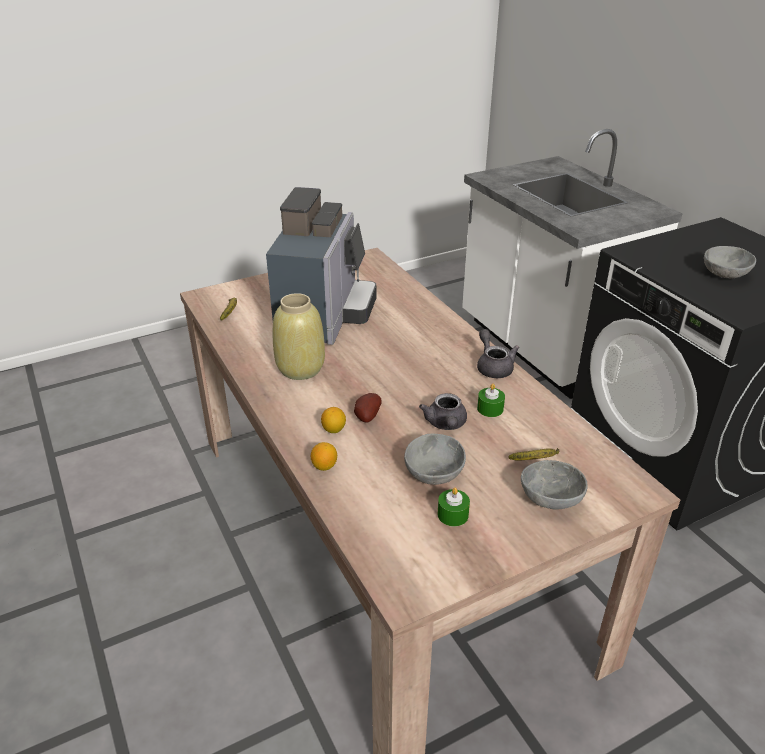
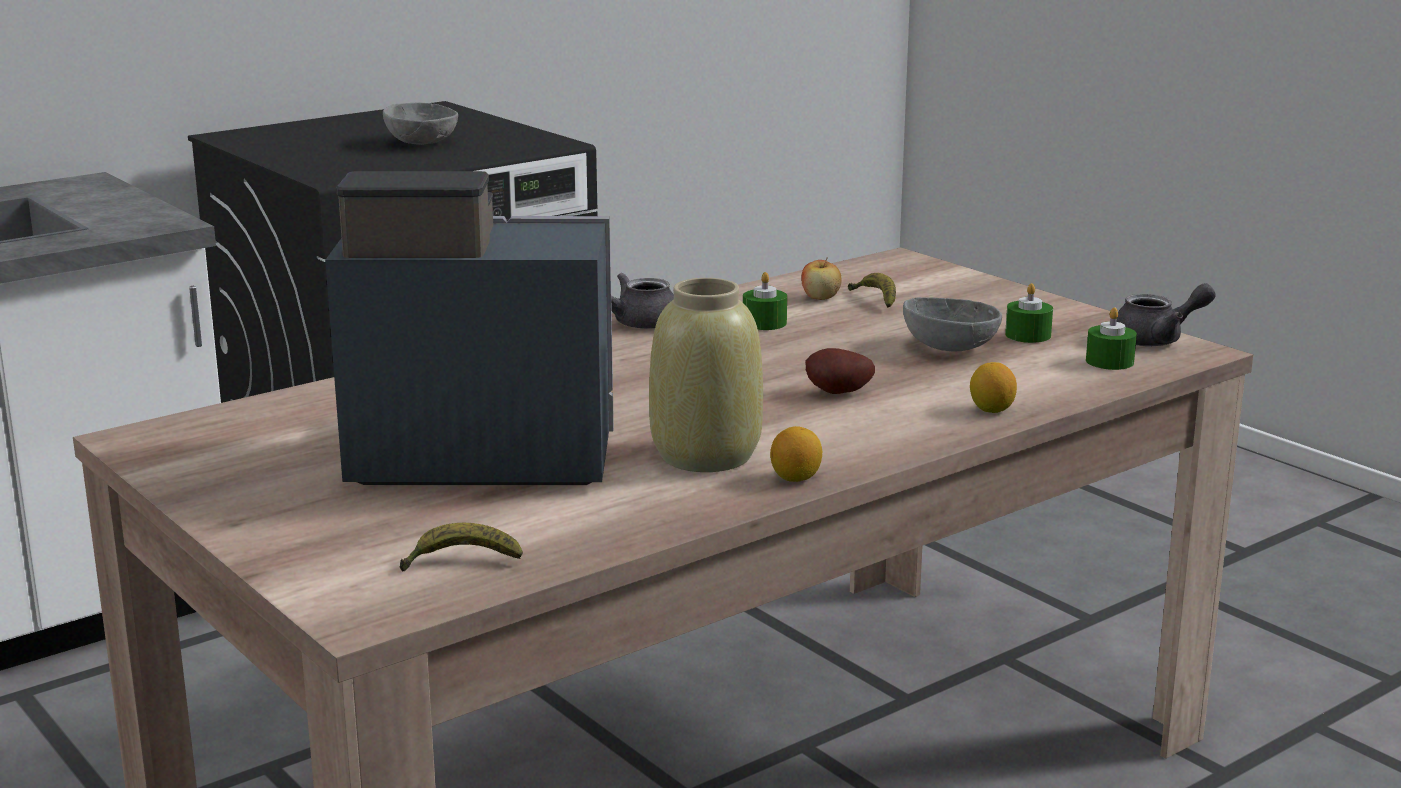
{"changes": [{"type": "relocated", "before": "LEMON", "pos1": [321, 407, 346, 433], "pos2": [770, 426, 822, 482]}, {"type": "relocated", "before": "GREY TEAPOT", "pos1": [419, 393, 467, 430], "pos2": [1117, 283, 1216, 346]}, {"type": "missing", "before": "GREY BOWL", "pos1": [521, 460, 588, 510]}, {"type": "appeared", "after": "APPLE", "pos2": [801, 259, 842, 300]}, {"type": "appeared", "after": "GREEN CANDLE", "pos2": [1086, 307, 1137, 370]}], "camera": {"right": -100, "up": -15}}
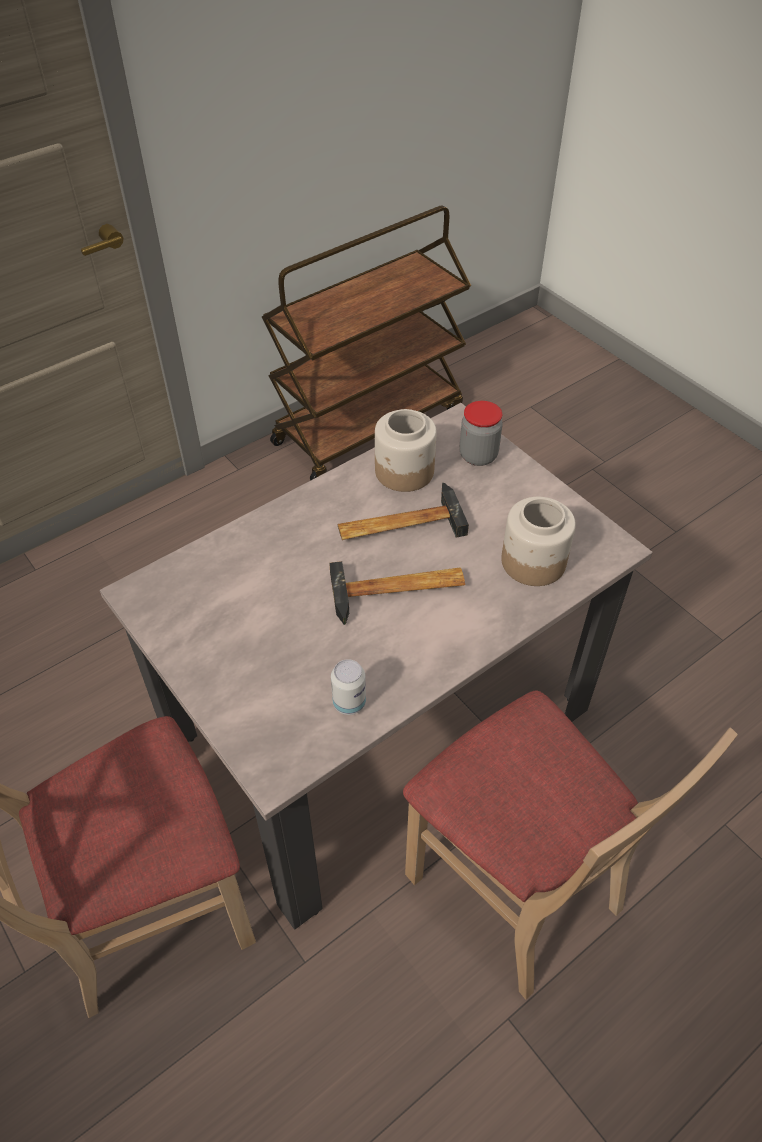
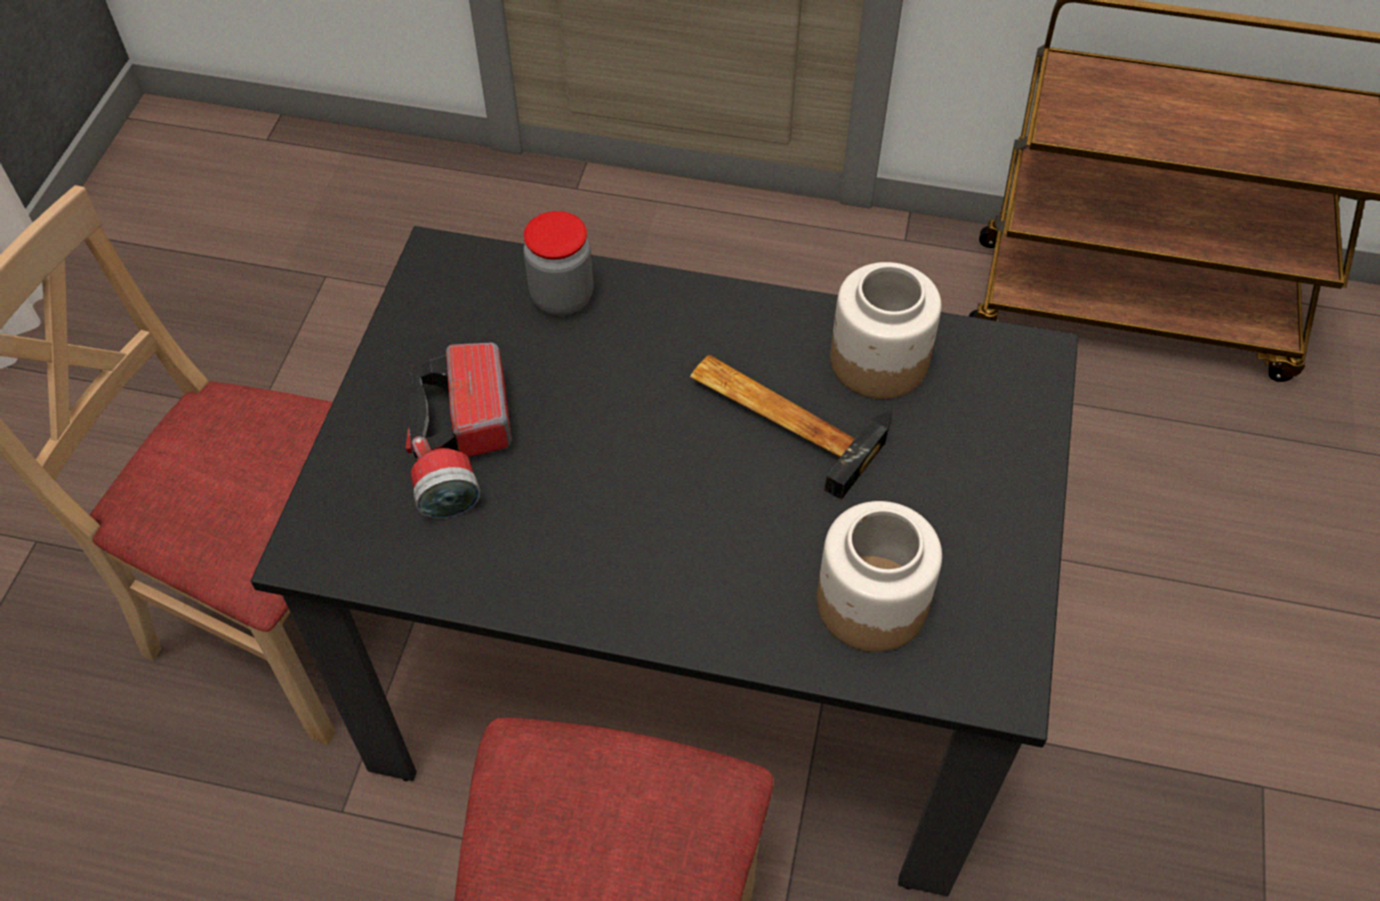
{"changes": [{"type": "colour", "before": "BEIGE DINING TABLE", "after": "BLACK DINING TABLE", "pos1": [100, 403, 653, 930], "pos2": [251, 226, 1078, 896]}, {"type": "missing", "before": "HAMMER", "pos1": [329, 561, 465, 625]}, {"type": "missing", "before": "CAN", "pos1": [331, 659, 366, 715]}, {"type": "relocated", "before": "JAR", "pos1": [460, 401, 503, 466], "pos2": [523, 211, 593, 316]}, {"type": "appeared", "after": "FLASHLIGHT", "pos2": [405, 343, 512, 518]}], "camera": {"right": 50, "up": 5}}
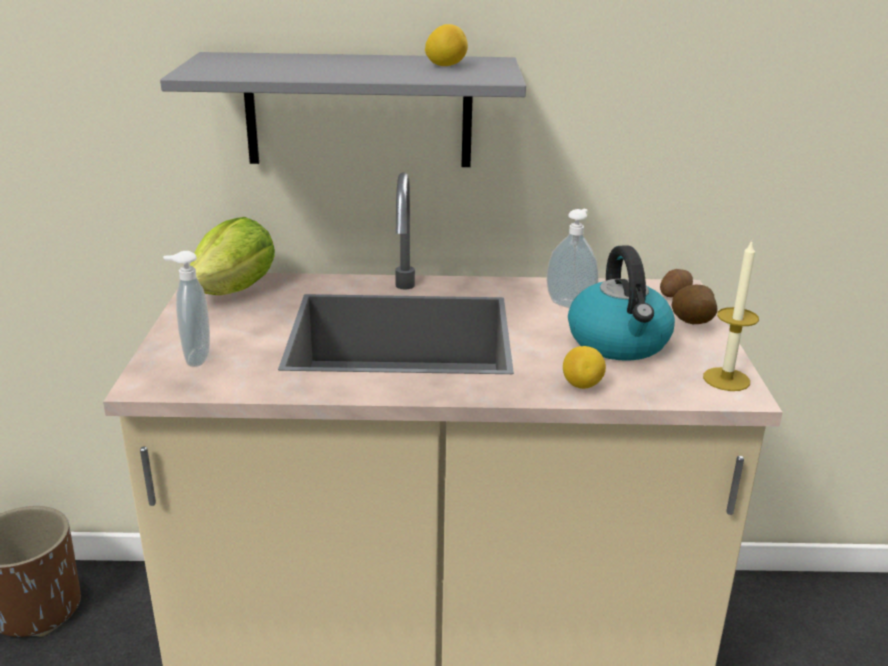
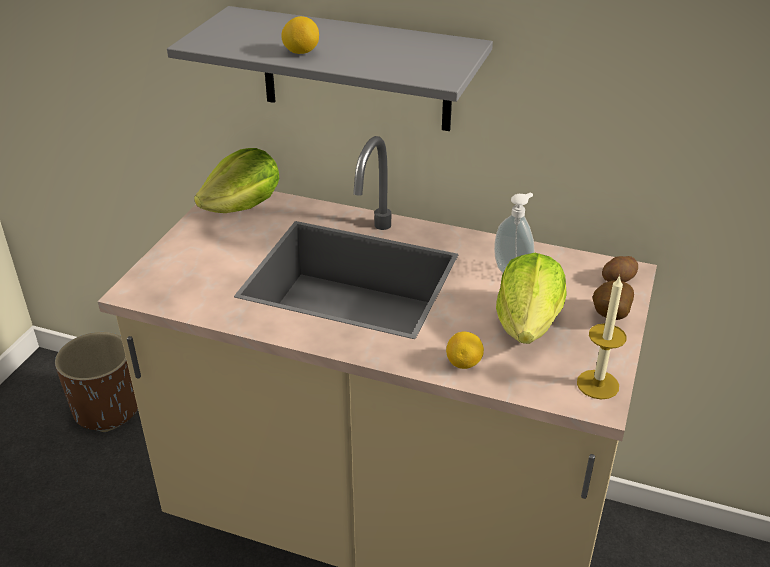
{"changes": [{"type": "missing", "before": "SOAP DISPENSER", "pos1": [163, 251, 210, 367]}, {"type": "relocated", "before": "LEMON", "pos1": [425, 24, 468, 66], "pos2": [281, 16, 319, 54]}, {"type": "exchanged", "before": "KETTLE", "after": "LETTUCE", "pos1": [568, 245, 675, 361], "pos2": [496, 253, 567, 344]}], "camera": {"right": 20, "up": 10}}
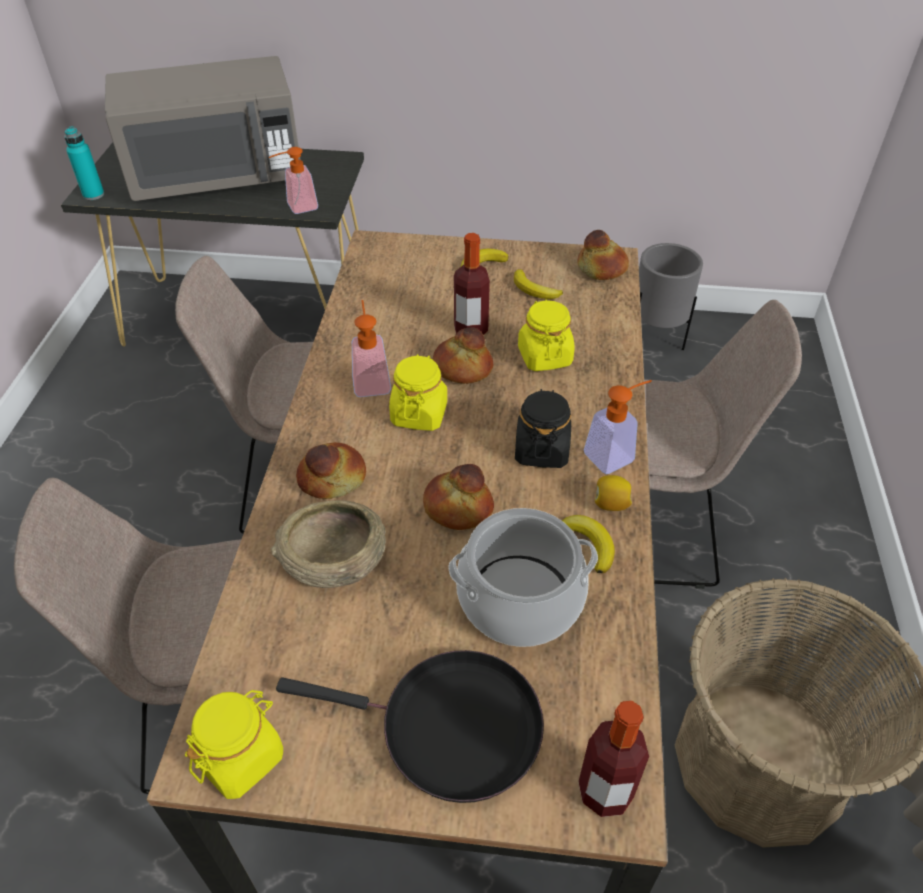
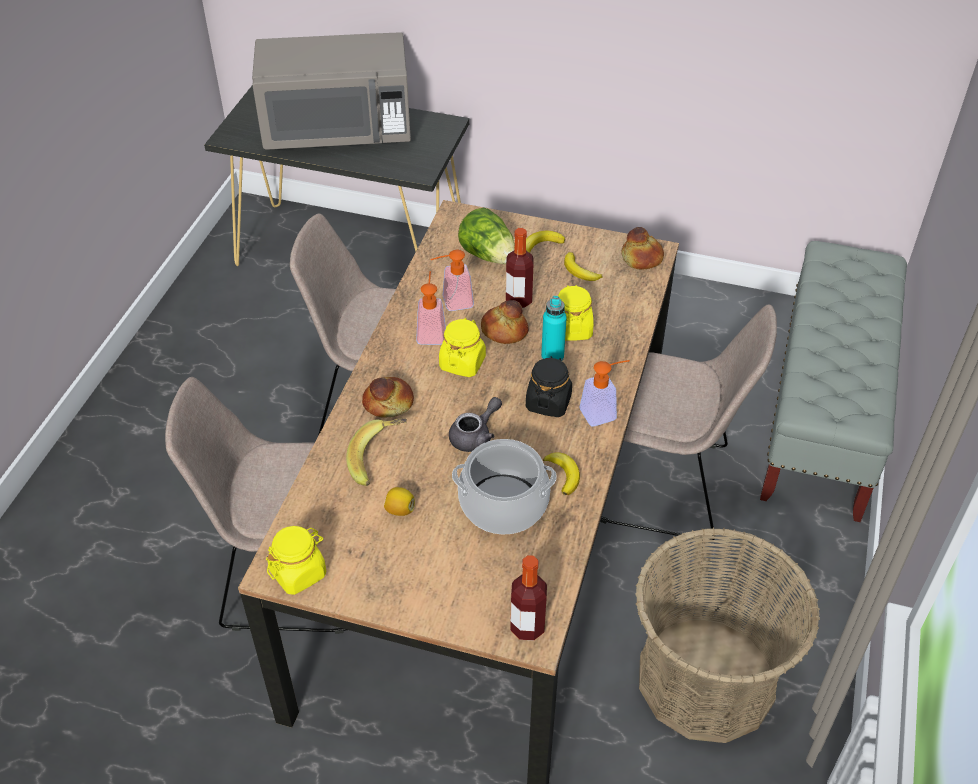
{"changes": [{"type": "relocated", "before": "TURQUOISE BOTTLE", "pos1": [64, 126, 104, 200], "pos2": [541, 296, 567, 361]}, {"type": "relocated", "before": "SOAP DISPENSER", "pos1": [269, 147, 318, 214], "pos2": [430, 250, 474, 311]}, {"type": "exchanged", "before": "BEIGE BOWL", "after": "BANANA", "pos1": [271, 500, 386, 588], "pos2": [346, 418, 407, 486]}, {"type": "missing", "before": "BLACK FRYING PAN", "pos1": [276, 650, 544, 803]}, {"type": "exchanged", "before": "BREAD", "after": "GREY TEAPOT", "pos1": [423, 464, 494, 530], "pos2": [449, 397, 502, 452]}, {"type": "relocated", "before": "LEMON", "pos1": [595, 475, 632, 511], "pos2": [384, 487, 415, 516]}, {"type": "missing", "before": "GREY PLANTER", "pos1": [639, 243, 703, 351]}, {"type": "appeared", "after": "LETTUCE", "pos2": [458, 208, 515, 264]}, {"type": "appeared", "after": "GREY BENCH", "pos2": [760, 241, 907, 522]}], "camera": {"right": 10, "up": 0}}
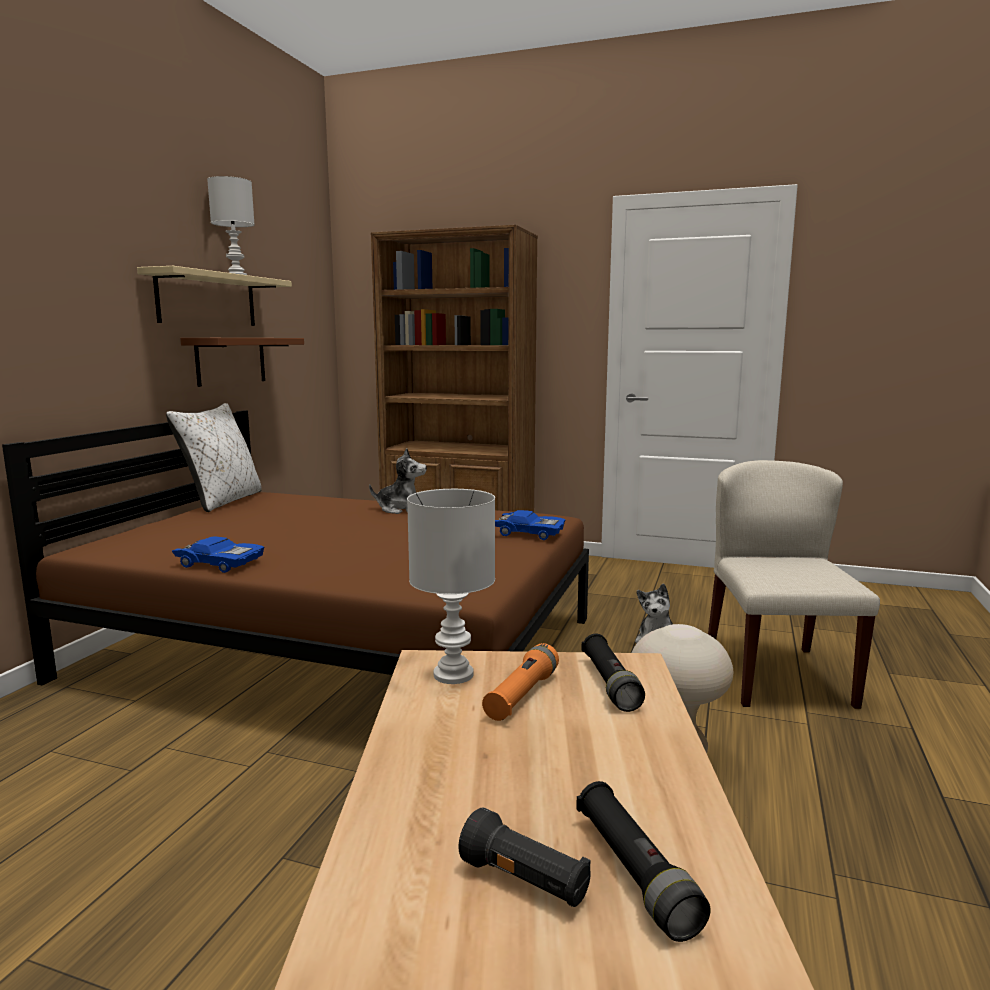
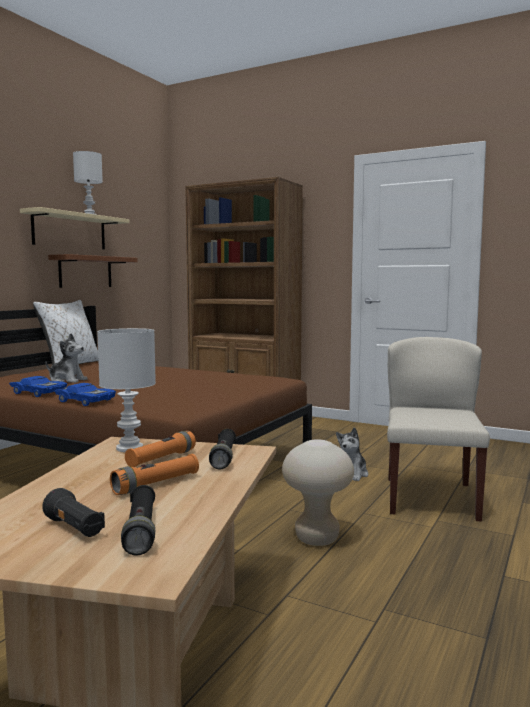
{"changes": [{"type": "relocated", "before": "PLUSH TOY", "pos1": [369, 448, 427, 514], "pos2": [46, 333, 88, 383]}, {"type": "relocated", "before": "BLUE TOY CAR", "pos1": [495, 510, 566, 540], "pos2": [54, 383, 116, 406]}, {"type": "appeared", "after": "ORANGE FLASHLIGHT", "pos2": [110, 454, 199, 495]}], "camera": {"right": 10, "up": -5}}
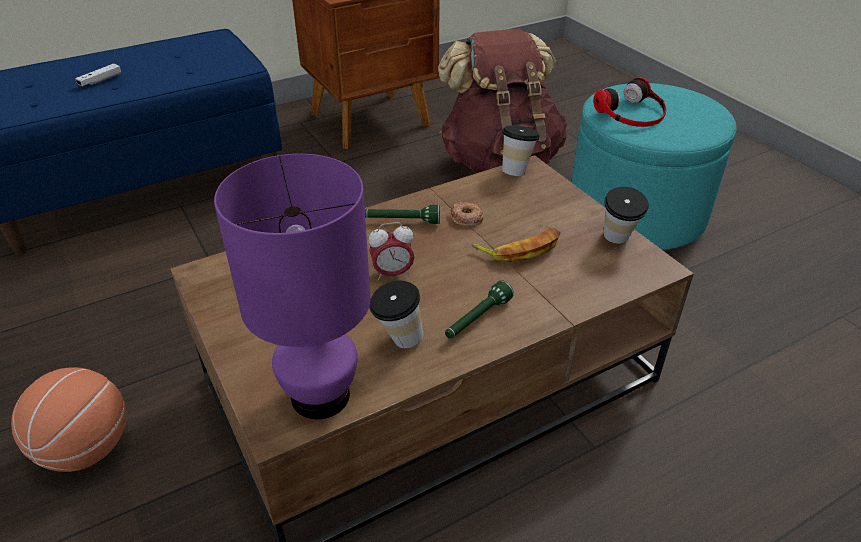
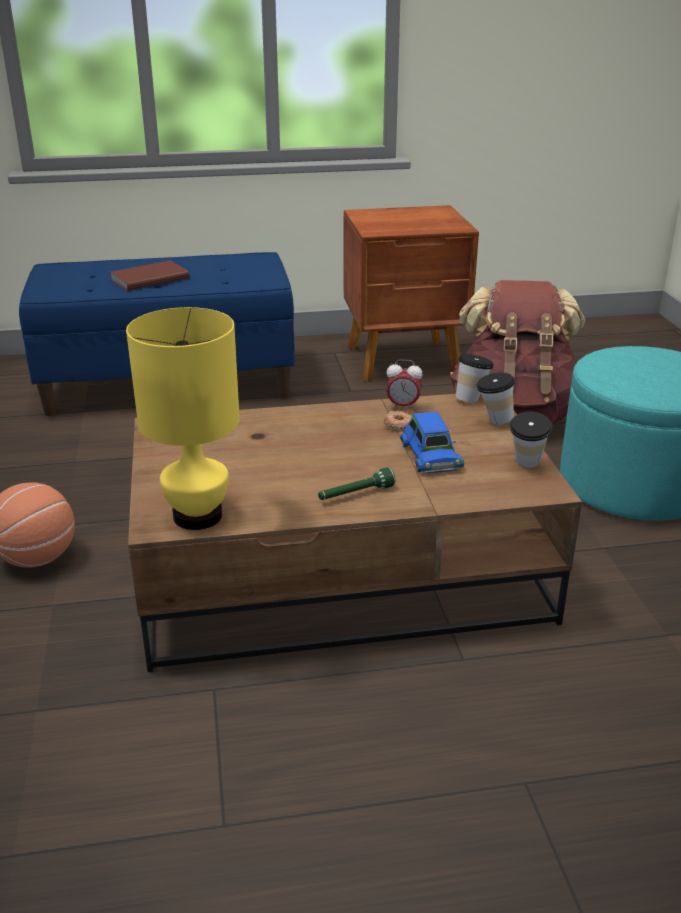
{"changes": [{"type": "exchanged", "before": "WHITE GAME CONTROLLER", "after": "BROWN BOOK", "pos1": [75, 64, 121, 86], "pos2": [110, 260, 189, 291]}, {"type": "colour", "before": "PURPLE TABLE LAMP", "after": "YELLOW TABLE LAMP", "pos1": [214, 154, 371, 420], "pos2": [126, 307, 240, 530]}, {"type": "missing", "before": "GREEN FLASHLIGHT", "pos1": [365, 205, 440, 224]}, {"type": "relocated", "before": "ALARM CLOCK", "pos1": [369, 222, 414, 280], "pos2": [386, 359, 423, 410]}, {"type": "relocated", "before": "CUP", "pos1": [369, 280, 423, 348], "pos2": [477, 373, 515, 425]}, {"type": "exchanged", "before": "BANANA", "after": "BLUE TOY CAR", "pos1": [472, 227, 560, 262], "pos2": [400, 411, 464, 473]}, {"type": "missing", "before": "HEADPHONES", "pos1": [593, 77, 666, 127]}], "camera": {"right": 20, "up": -10}}
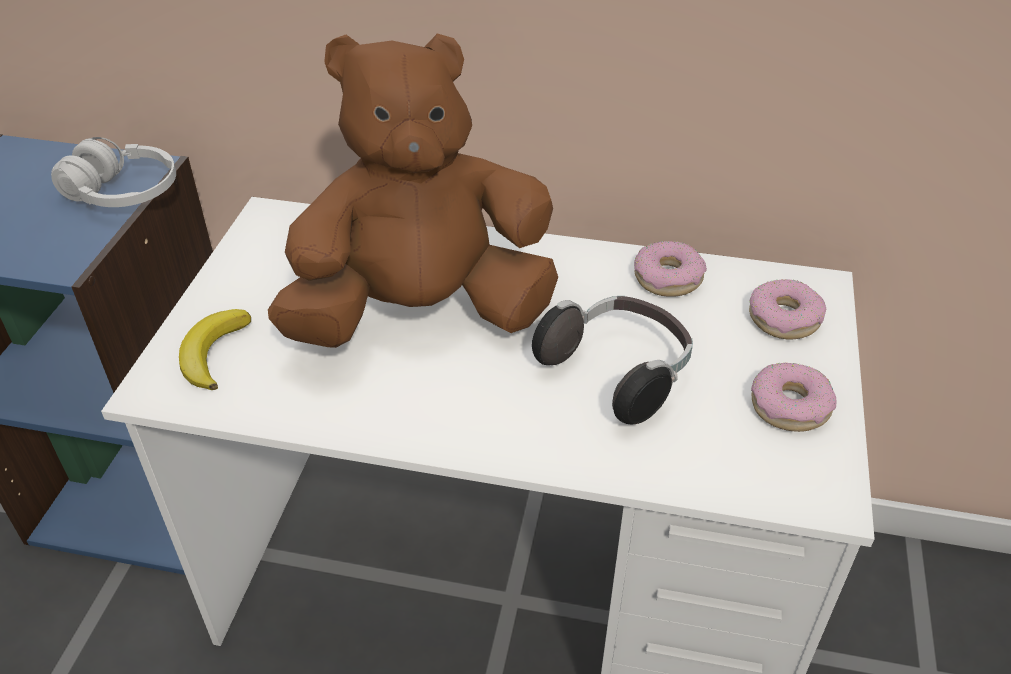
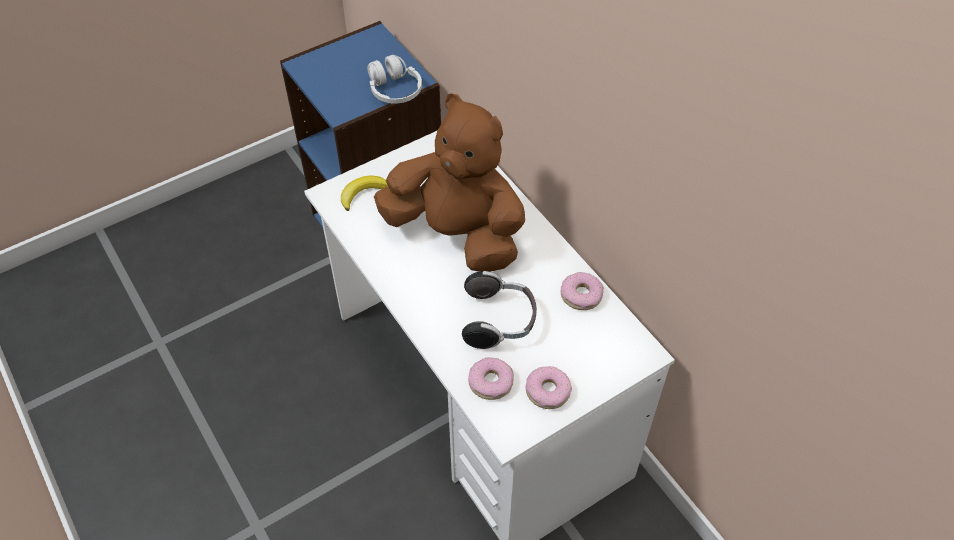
{"changes": [{"type": "relocated", "before": "DONUT", "pos1": [749, 279, 826, 339], "pos2": [468, 357, 514, 400]}], "camera": {"right": 45, "up": 10}}
